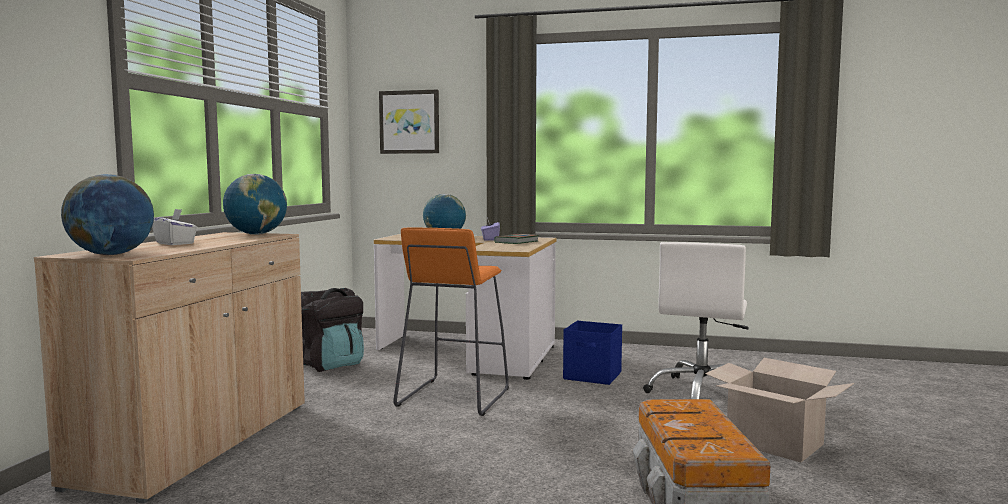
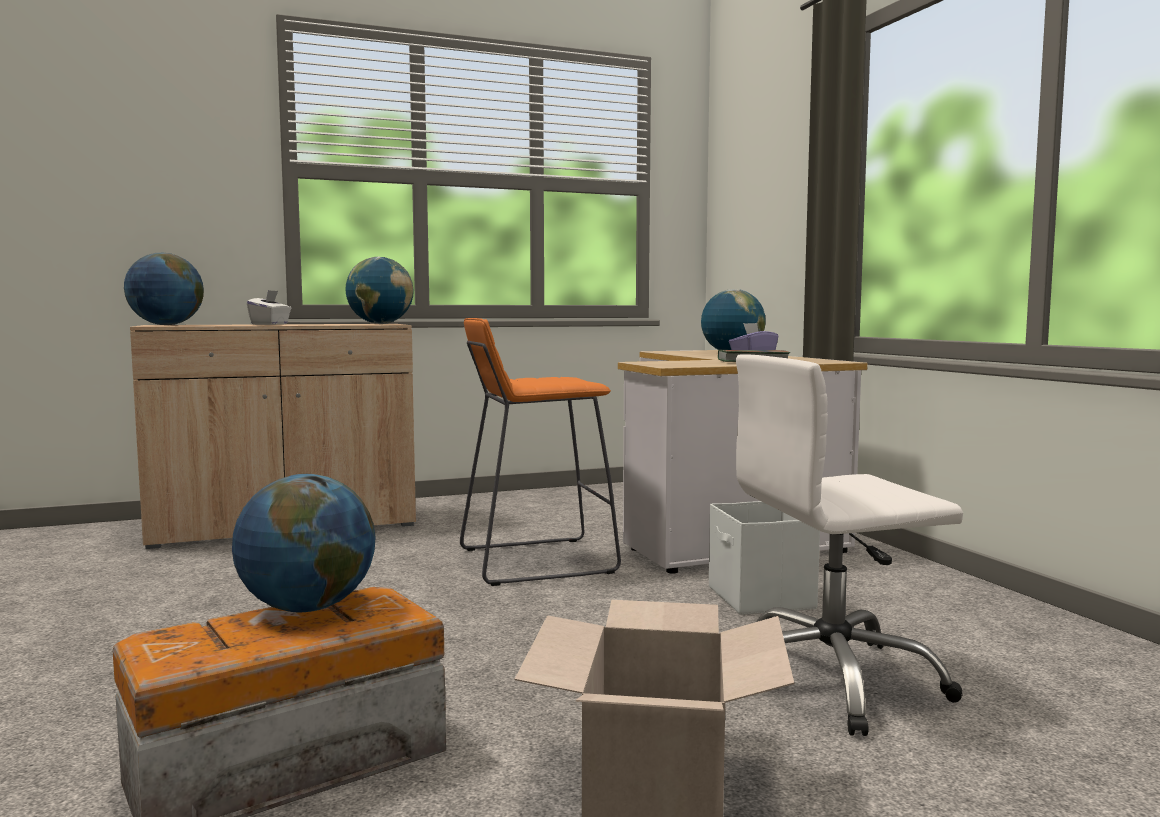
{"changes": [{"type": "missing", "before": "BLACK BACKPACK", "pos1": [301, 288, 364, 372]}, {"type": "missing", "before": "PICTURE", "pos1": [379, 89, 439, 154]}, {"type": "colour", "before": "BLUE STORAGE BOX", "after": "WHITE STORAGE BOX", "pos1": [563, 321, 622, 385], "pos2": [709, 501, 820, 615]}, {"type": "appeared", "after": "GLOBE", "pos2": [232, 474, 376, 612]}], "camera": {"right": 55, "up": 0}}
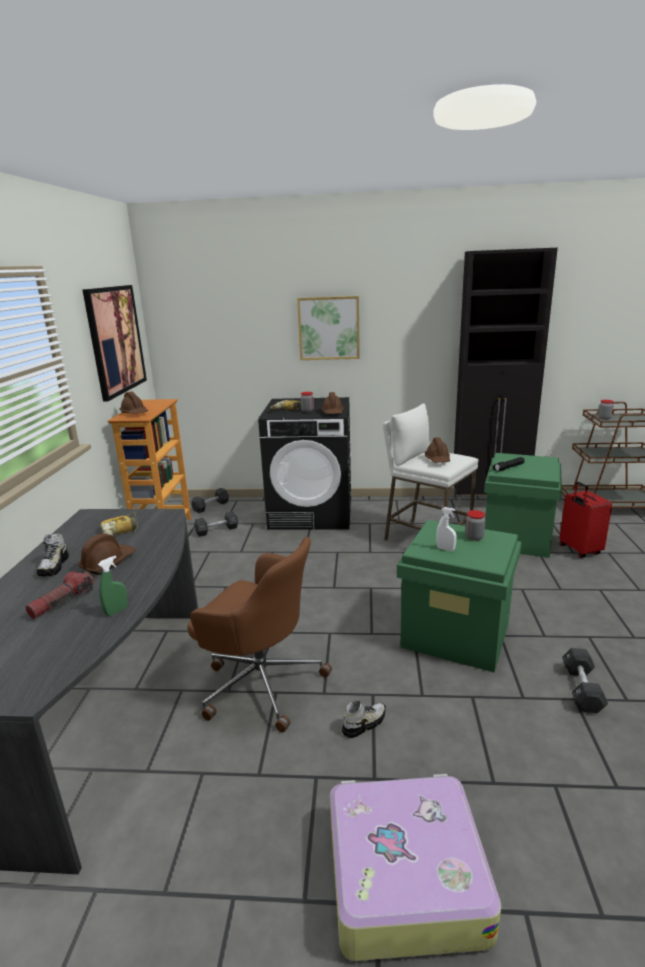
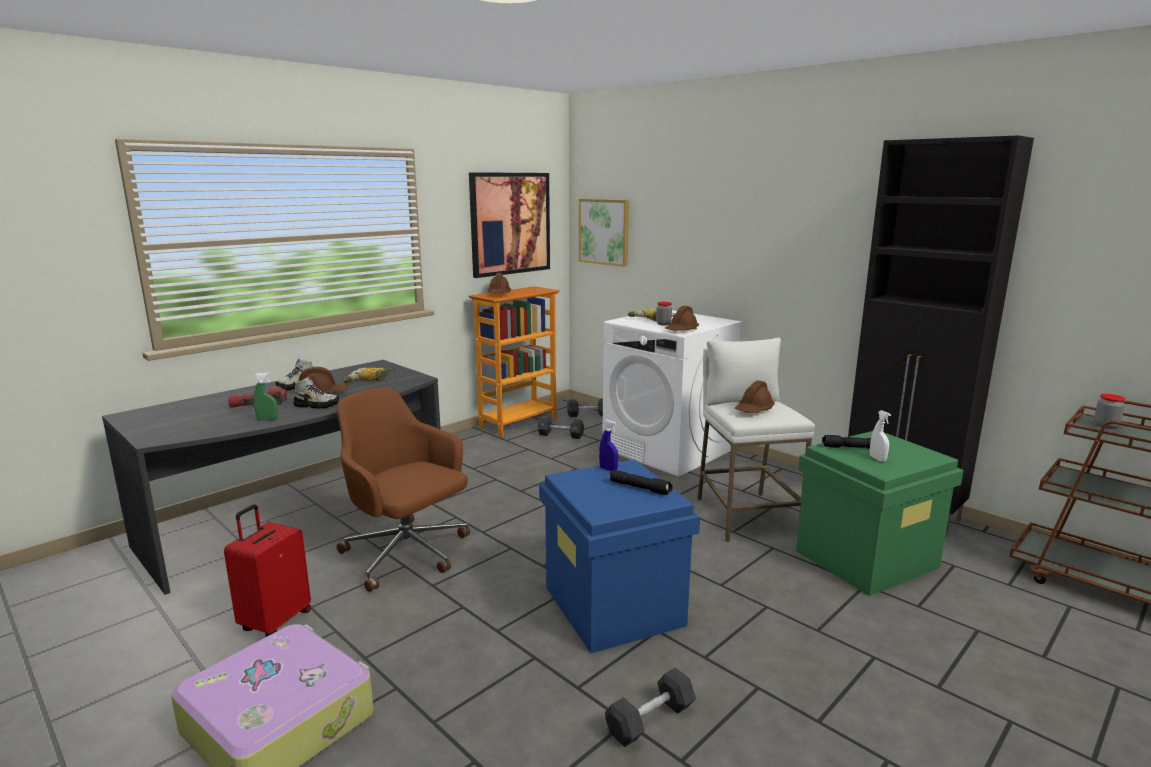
{"changes": [{"type": "spun", "before": "BROWN OFFICE CHAIR", "pos1": [187, 537, 332, 732], "pos2": [337, 388, 470, 592], "turn": 150}, {"type": "colour", "before": "BLACK WASHING MACHINE", "after": "WHITE WASHING MACHINE", "pos1": [258, 397, 351, 529], "pos2": [602, 310, 743, 477]}, {"type": "relocated", "before": "PICTURE", "pos1": [297, 296, 360, 360], "pos2": [579, 199, 629, 267]}, {"type": "relocated", "before": "SHOE", "pos1": [342, 700, 386, 738], "pos2": [293, 377, 339, 409]}, {"type": "colour", "before": "GREEN STORAGE BOX", "after": "BLUE STORAGE BOX", "pos1": [397, 520, 522, 673], "pos2": [539, 460, 700, 654]}, {"type": "relocated", "before": "WHITE SPRAY BOTTLE", "pos1": [436, 507, 457, 551], "pos2": [870, 410, 891, 462]}, {"type": "exchanged", "before": "JAR", "after": "BLACK FLASHLIGHT", "pos1": [465, 510, 485, 541], "pos2": [610, 470, 673, 495]}, {"type": "relocated", "before": "RED SUITCASE", "pos1": [560, 482, 612, 558], "pos2": [224, 504, 311, 637]}, {"type": "appeared", "after": "BLUE SPRAY BOTTLE", "pos2": [599, 420, 618, 472]}], "camera": {"right": 40, "up": -5}}
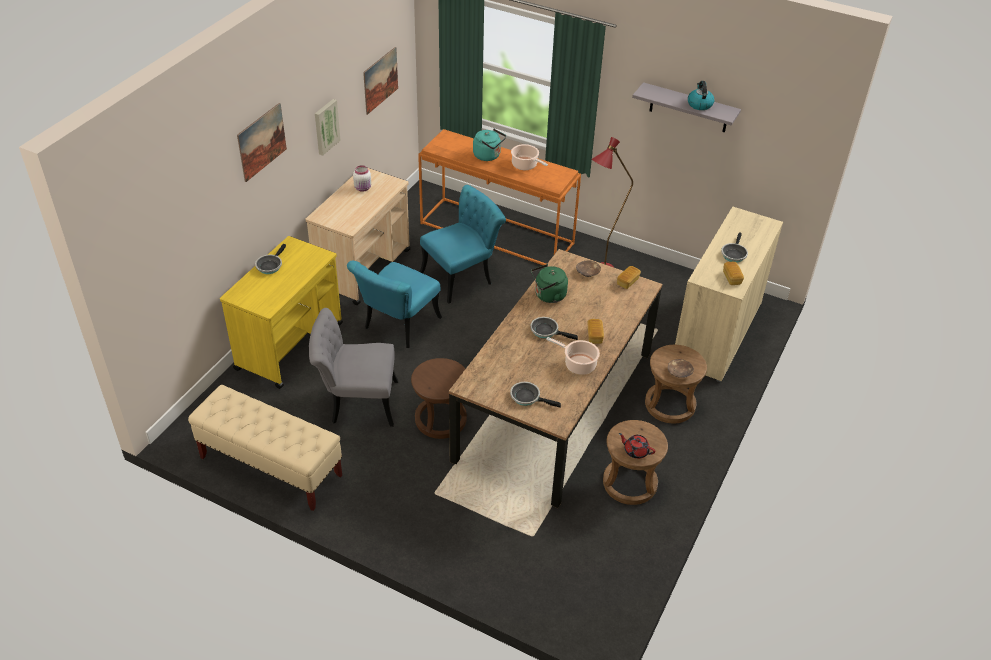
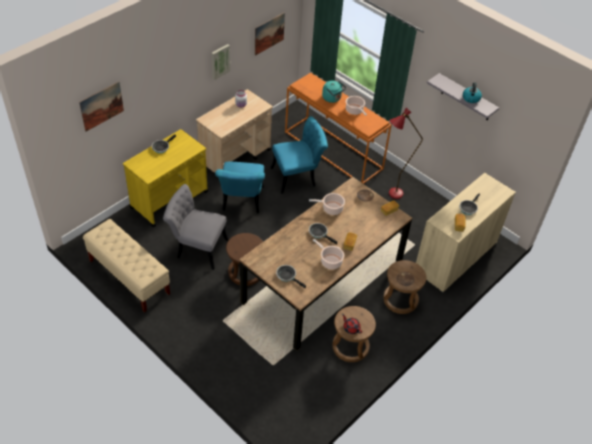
{"changes": [{"type": "relocated", "before": "PICTURE", "pos1": [237, 103, 287, 182], "pos2": [79, 81, 124, 132]}, {"type": "spun", "before": "TURQUOISE CHAIR", "pos1": [347, 261, 442, 348], "pos2": [215, 162, 265, 214], "turn": -45}, {"type": "exchanged", "before": "GREEN KETTLE", "after": "COOKING POT", "pos1": [531, 264, 568, 303], "pos2": [309, 193, 345, 215]}], "camera": {"right": 15, "up": 5}}
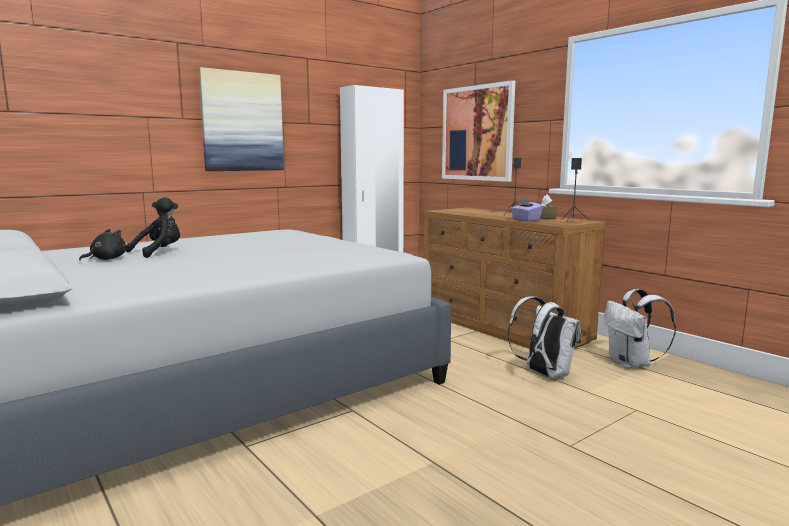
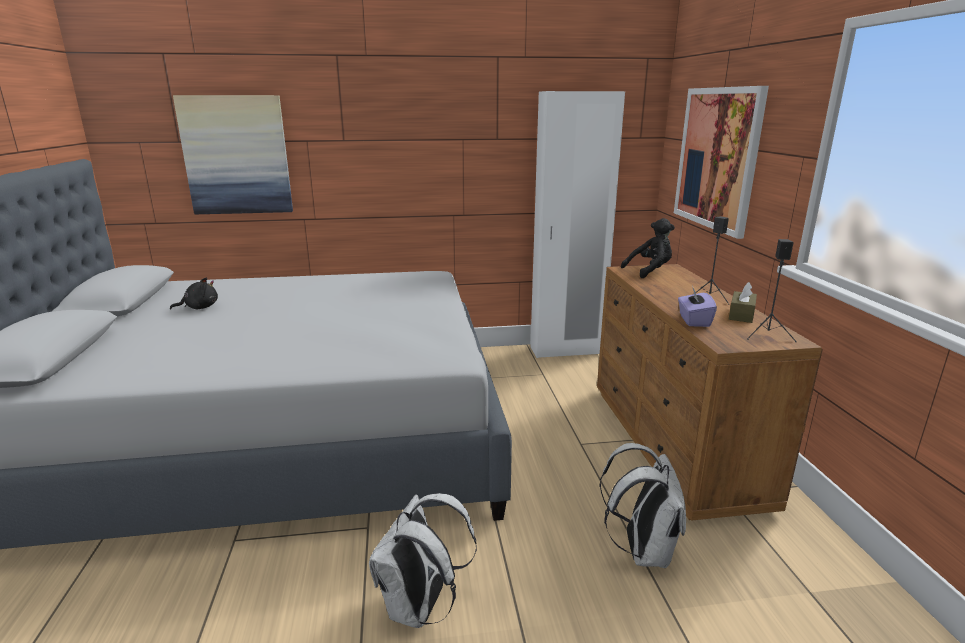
{"changes": [{"type": "relocated", "before": "BLACK PLUSH TOY", "pos1": [126, 197, 180, 258], "pos2": [621, 218, 675, 278]}, {"type": "relocated", "before": "PICTURE", "pos1": [199, 67, 284, 171], "pos2": [173, 95, 293, 214]}, {"type": "relocated", "before": "WHITE BACKPACK", "pos1": [604, 289, 676, 369], "pos2": [369, 493, 477, 628]}], "camera": {"right": 30, "up": 10}}
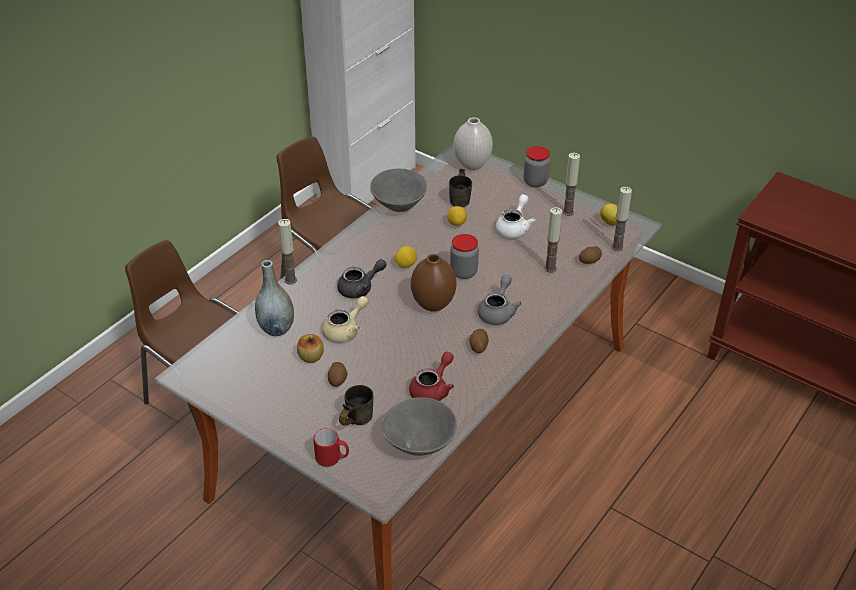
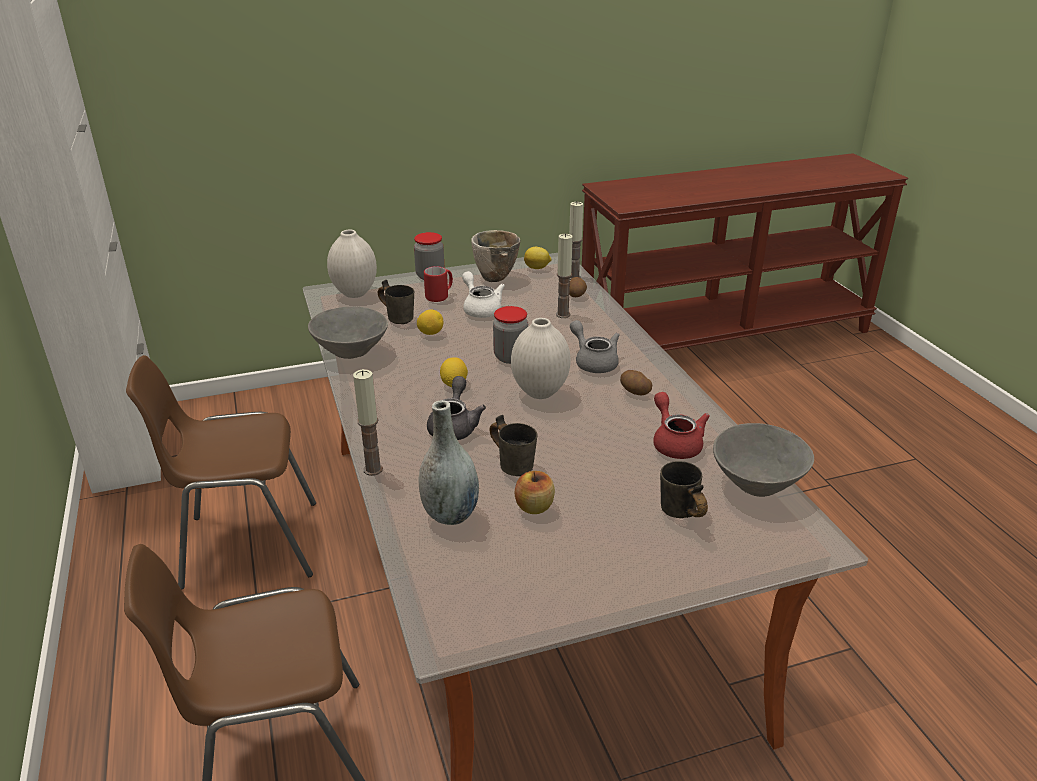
{"changes": [{"type": "relocated", "before": "RED MUG", "pos1": [313, 428, 349, 467], "pos2": [424, 266, 453, 302]}, {"type": "exchanged", "before": "BEIGE TEAPOT", "after": "GREY MUG", "pos1": [322, 296, 369, 343], "pos2": [489, 415, 537, 476]}, {"type": "missing", "before": "POTATO", "pos1": [328, 362, 348, 387]}, {"type": "colour", "before": "BROWN VASE", "after": "WHITE VASE", "pos1": [411, 254, 456, 312], "pos2": [511, 318, 571, 399]}, {"type": "exchanged", "before": "CANDLE", "after": "BOWL", "pos1": [562, 153, 580, 216], "pos2": [471, 230, 520, 282]}], "camera": {"right": -55, "up": -10}}
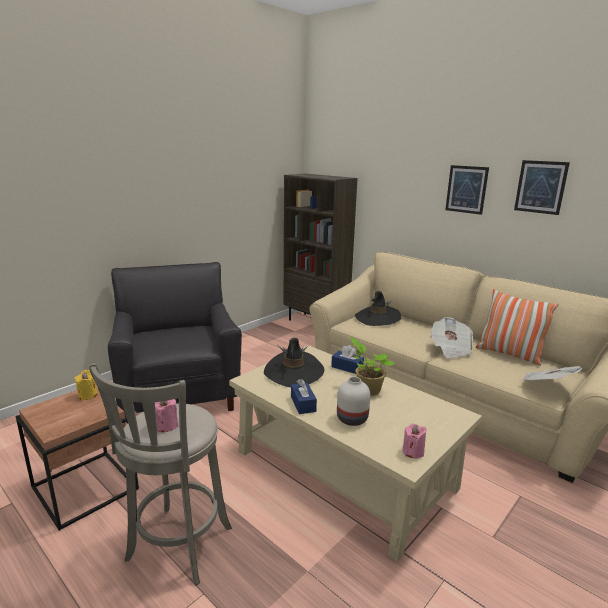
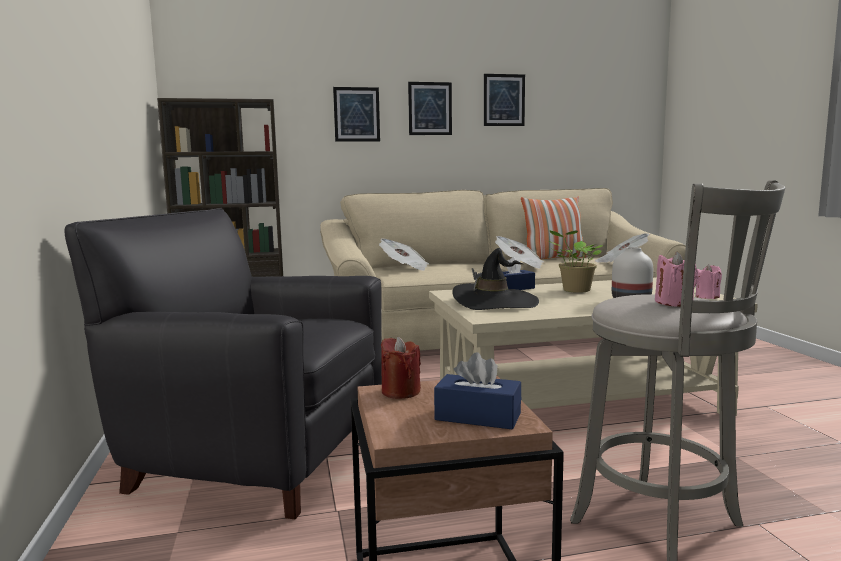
{"changes": [{"type": "colour", "before": "YELLOW CANDLE", "after": "RED CANDLE", "pos1": [75, 370, 98, 400], "pos2": [381, 337, 421, 399]}, {"type": "relocated", "before": "BLUE TISSUE BOX", "pos1": [291, 379, 317, 414], "pos2": [434, 352, 521, 429]}, {"type": "exchanged", "before": "BLACK HAT", "after": "NEWSPAPER", "pos1": [355, 291, 401, 326], "pos2": [379, 238, 429, 271]}, {"type": "appeared", "after": "PICTURE", "pos2": [333, 87, 380, 142]}], "camera": {"right": -55, "up": -10}}
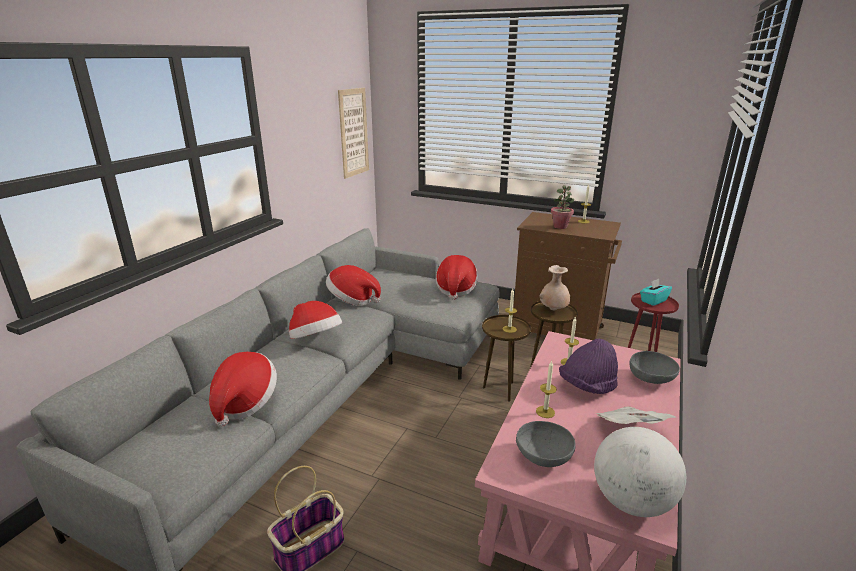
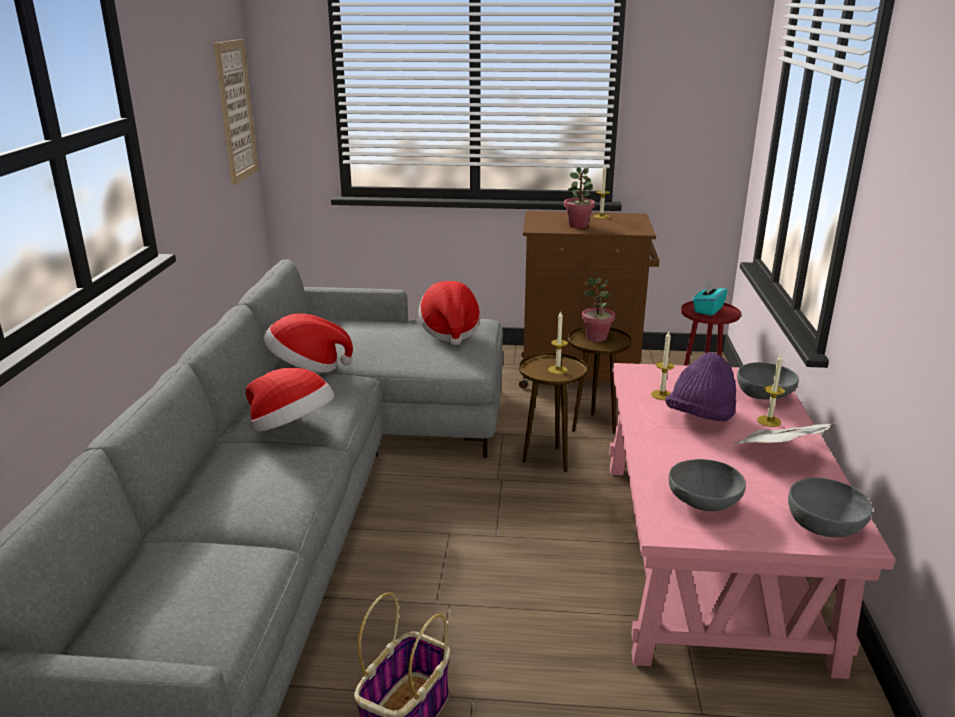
{"changes": [{"type": "missing", "before": "HAT", "pos1": [209, 352, 277, 427]}, {"type": "relocated", "before": "CANDLE", "pos1": [536, 361, 557, 418], "pos2": [757, 354, 785, 427]}, {"type": "exchanged", "before": "BEIGE VASE", "after": "POTTED PLANT", "pos1": [539, 265, 571, 310], "pos2": [582, 278, 615, 342]}, {"type": "exchanged", "before": "GLOBE", "after": "GREY BOWL", "pos1": [594, 427, 686, 517], "pos2": [788, 478, 872, 537]}], "camera": {"right": -20, "up": 0}}
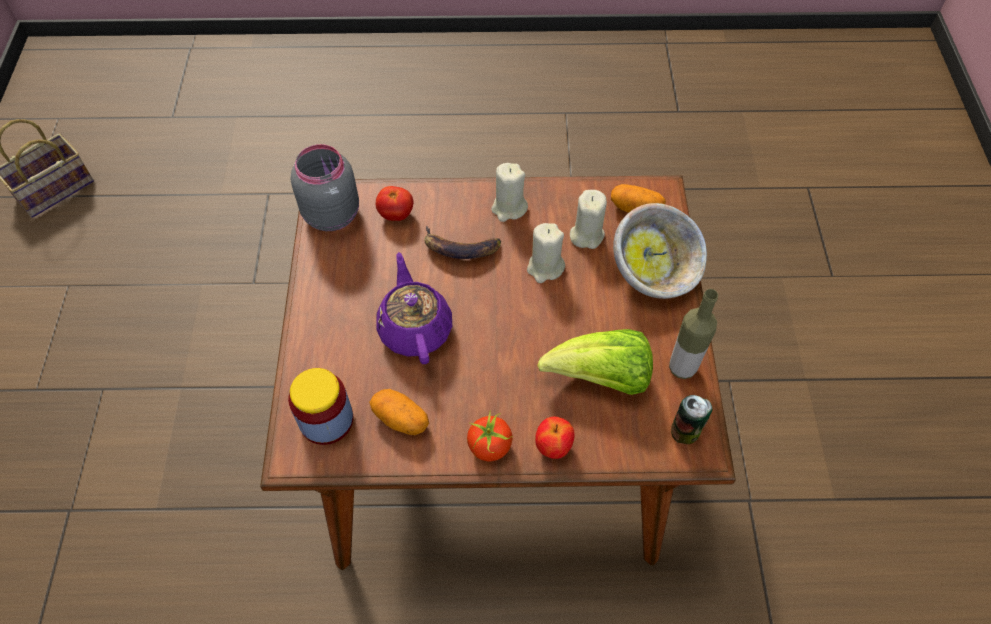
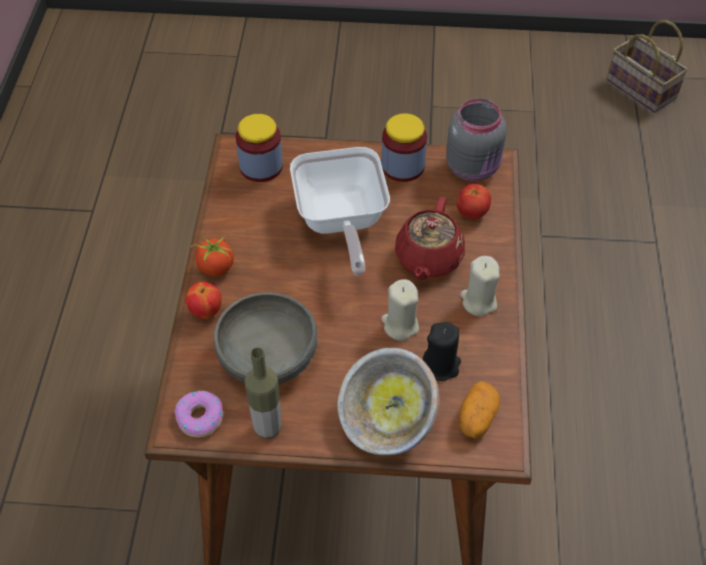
{"changes": [{"type": "missing", "before": "POTATO", "pos1": [369, 389, 429, 435]}, {"type": "exchanged", "before": "PURPLE TEAPOT", "after": "FRYING PAN", "pos1": [376, 252, 452, 364], "pos2": [290, 147, 390, 276]}, {"type": "exchanged", "before": "BANANA", "after": "RED TEAPOT", "pos1": [424, 226, 501, 259], "pos2": [395, 197, 465, 280]}, {"type": "exchanged", "before": "LETTUCE", "after": "GREY BOWL", "pos1": [537, 329, 653, 395], "pos2": [214, 292, 317, 384]}, {"type": "colour", "before": "BEIGE CANDLE", "after": "BLACK CANDLE", "pos1": [570, 190, 607, 249], "pos2": [423, 322, 461, 381]}, {"type": "exchanged", "before": "CAN", "after": "DONUT", "pos1": [671, 395, 712, 444], "pos2": [174, 391, 223, 437]}, {"type": "appeared", "after": "JAR", "pos2": [381, 113, 427, 182]}], "camera": {"right": 95, "up": -5}}
